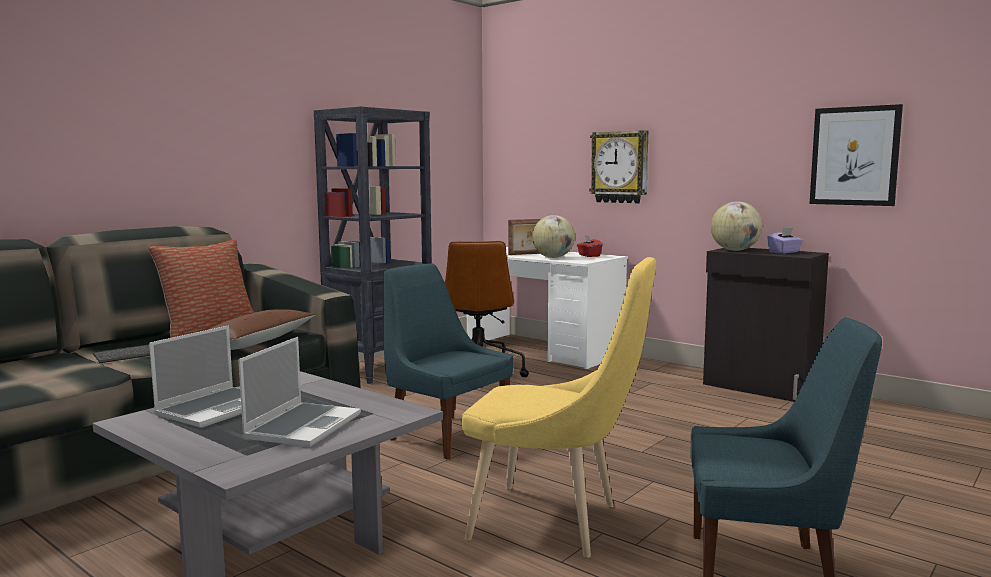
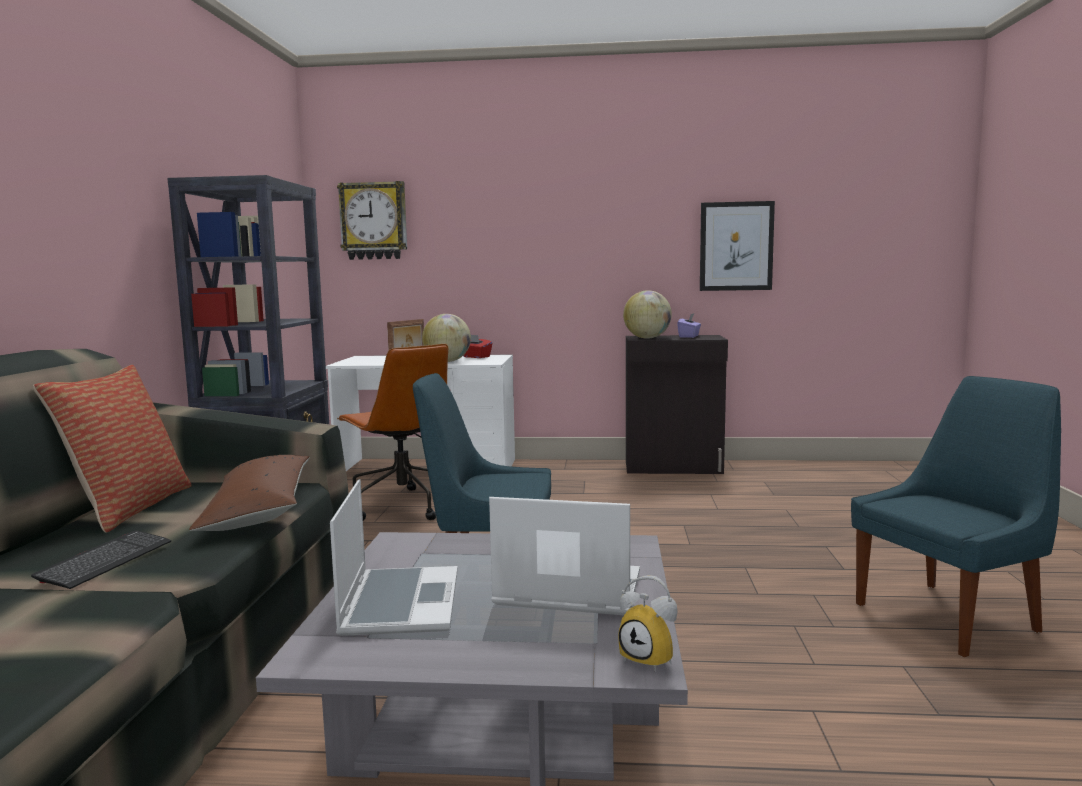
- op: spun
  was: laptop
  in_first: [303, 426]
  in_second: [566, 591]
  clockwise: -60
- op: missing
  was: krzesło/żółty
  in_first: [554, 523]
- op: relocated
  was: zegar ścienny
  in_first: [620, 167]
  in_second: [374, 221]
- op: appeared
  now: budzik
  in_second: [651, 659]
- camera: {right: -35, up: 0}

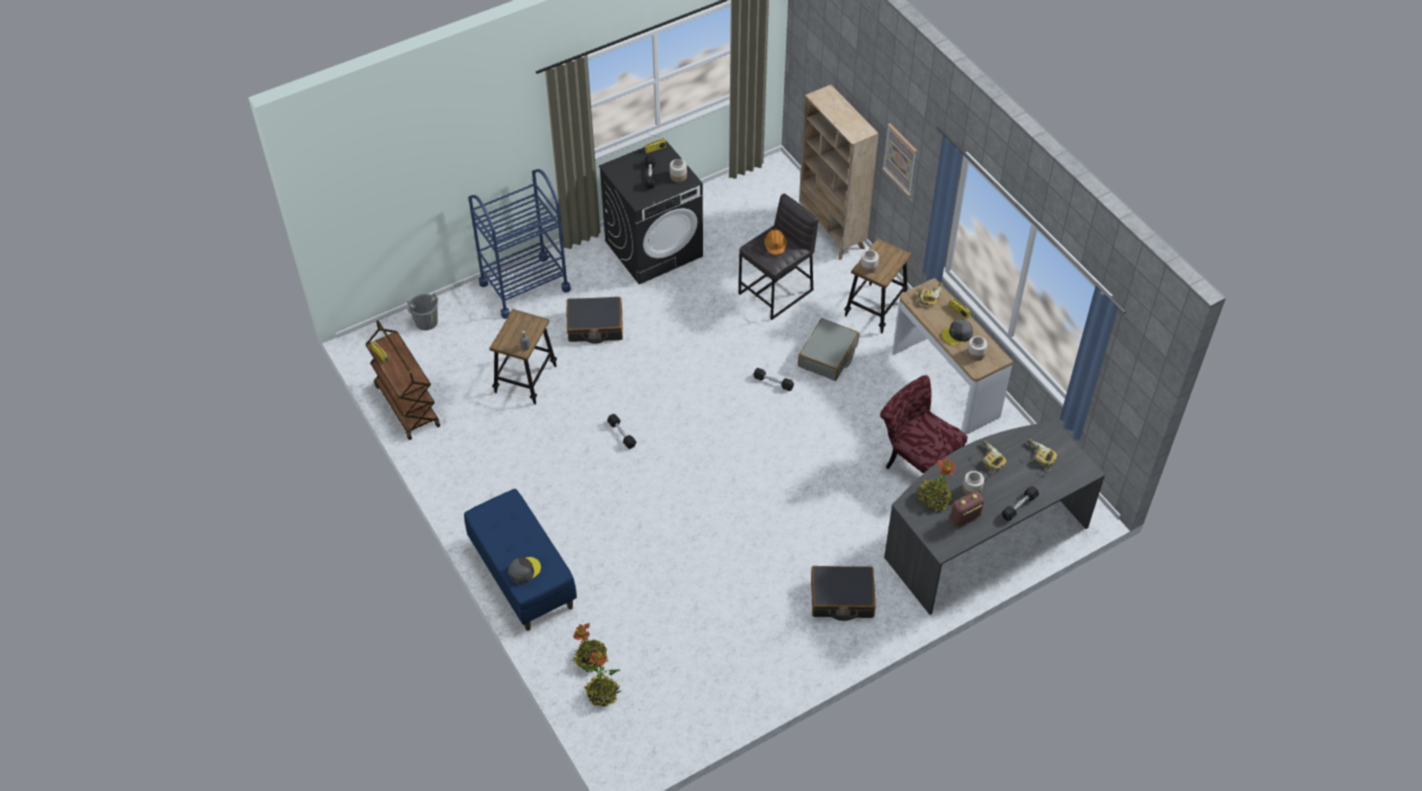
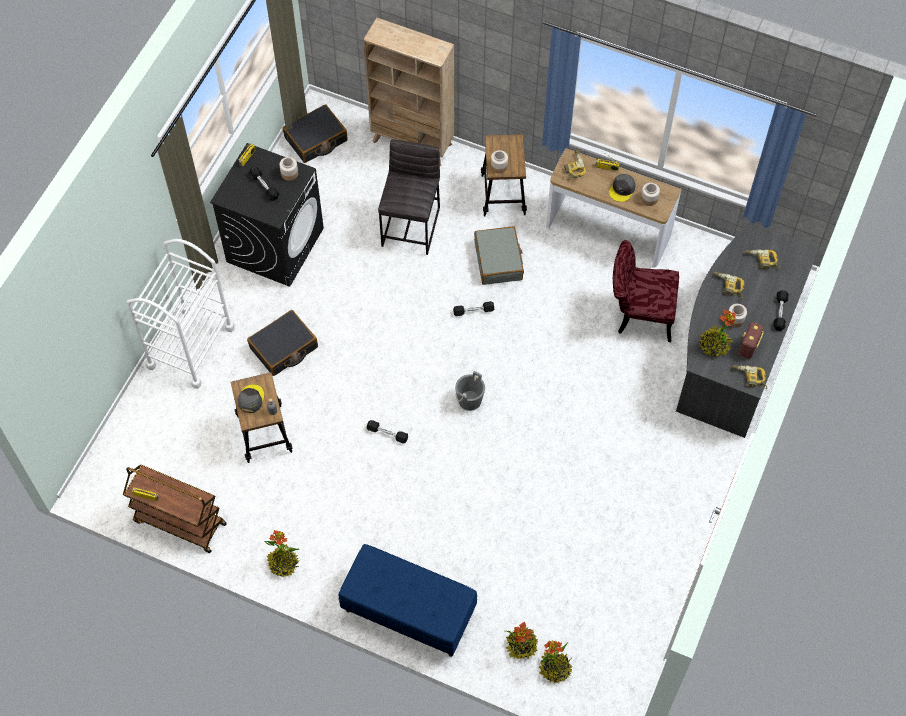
- op: relocated
  was: wiadro/szary
  in_first: [426, 322]
  in_second: [470, 400]
- op: colour
  was: wózek/niebieski
  now: wózek/biały
  in_first: [524, 286]
  in_second: [190, 347]
- op: relocated
  was: czapka z daszkiem/szary
  in_first: [524, 570]
  in_second: [251, 399]
- op: missing
  was: kask/pomarańczowy
  in_first: [775, 245]
- op: relocated
  was: walizka/czarny
  in_first: [842, 598]
  in_second: [316, 139]
- op: missing
  was: obraz
  in_first: [900, 159]
- op: appeared
  now: roślina doniczkowa
  in_second: [283, 564]
- op: appeared
  now: wiertarka
  in_second: [748, 378]
- camera: {right: -35, up: 10}

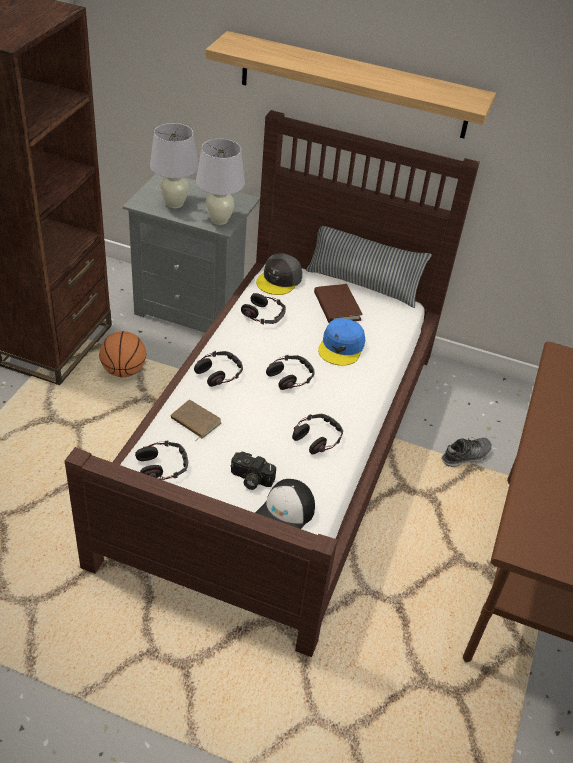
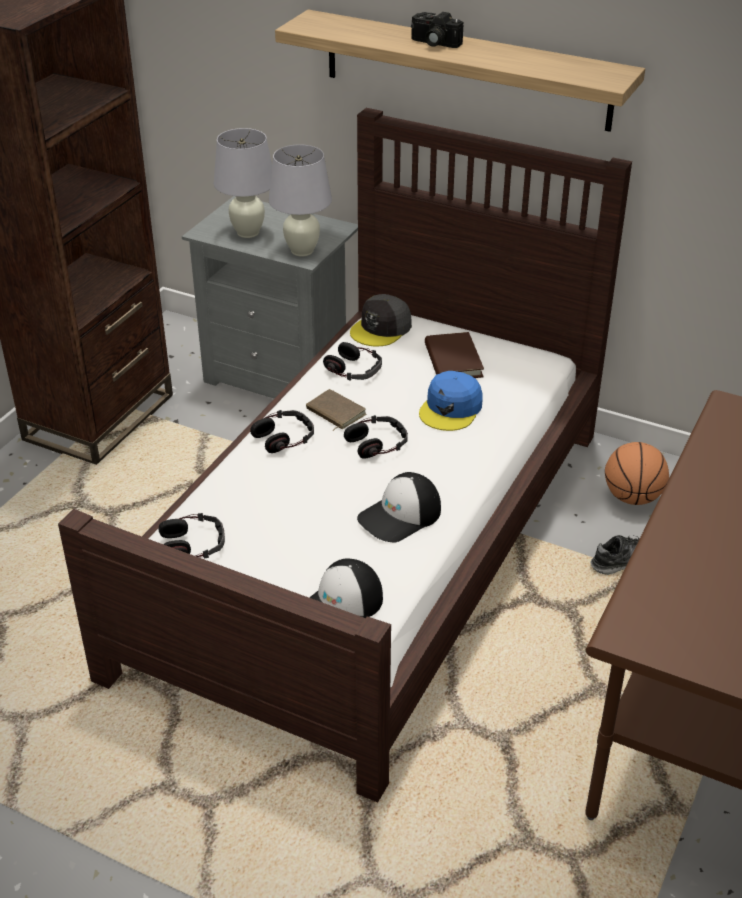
- op: relocated
  was: piłka do koszykówki
  in_first: [124, 371]
  in_second: [632, 497]
- op: relocated
  was: książka/brązowy
  in_first: [194, 422]
  in_second: [334, 413]
- op: relocated
  was: aparat fotograficzny
  in_first: [250, 479]
  in_second: [433, 43]
- op: exchanged
  was: słuchawki
  now: czapka z daszkiem
  in_first: [317, 437]
  in_second: [400, 516]
- op: missing
  was: poduszka
  in_first: [362, 284]
- camera: {right: 10, up: -5}

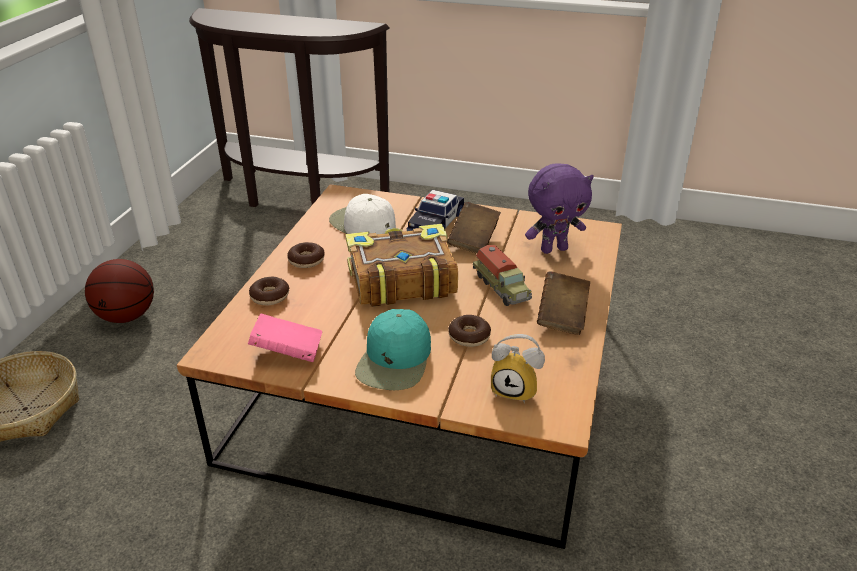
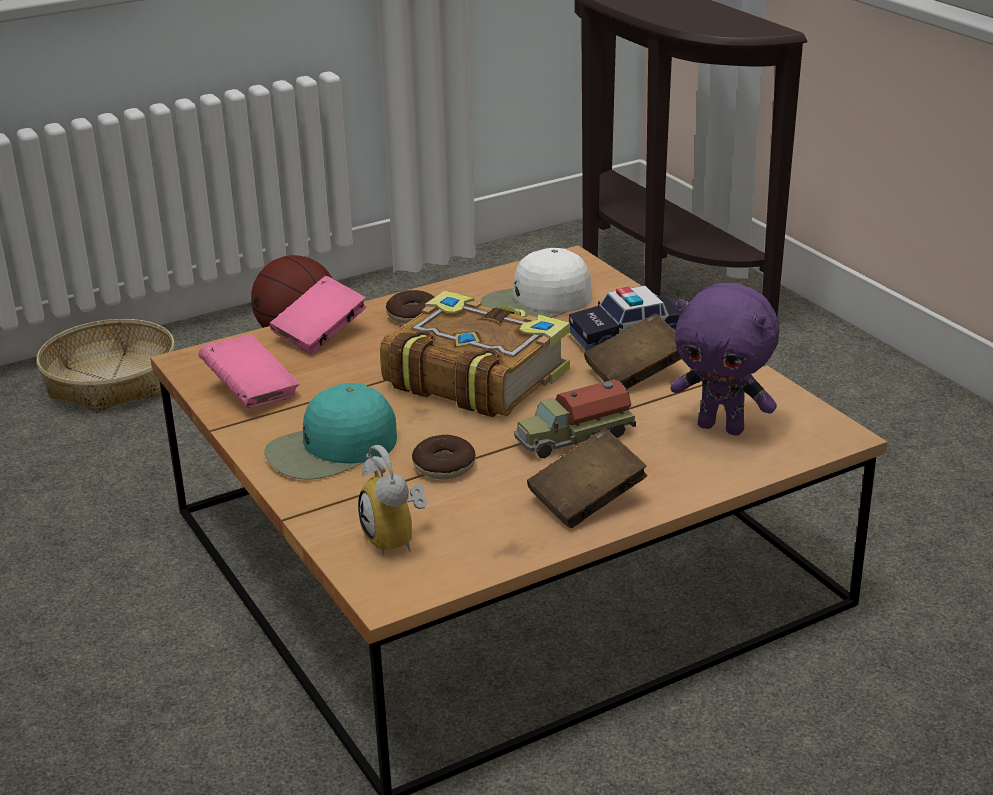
- op: exchanged
  was: donut
  now: książka/różowy
  in_first: [270, 296]
  in_second: [320, 334]
- op: spun
  was: czapka z daszkiem/biały
  in_first: [362, 224]
  in_second: [536, 302]
  clockwise: -120
- op: spun
  was: ciężarówka zabawkowa
  in_first: [502, 287]
  in_second: [573, 438]
  clockwise: 45
- camera: {right: 45, up: -5}

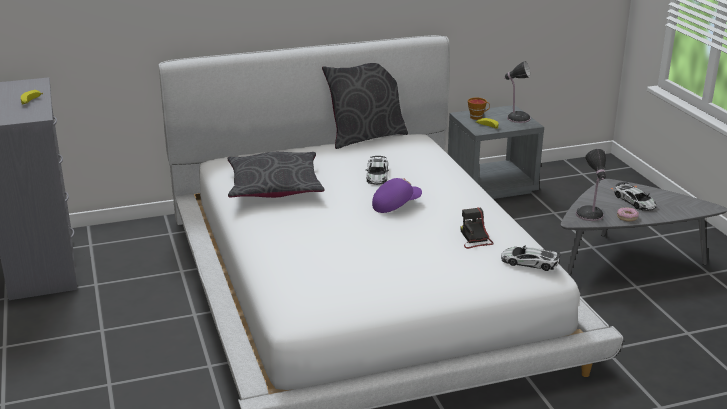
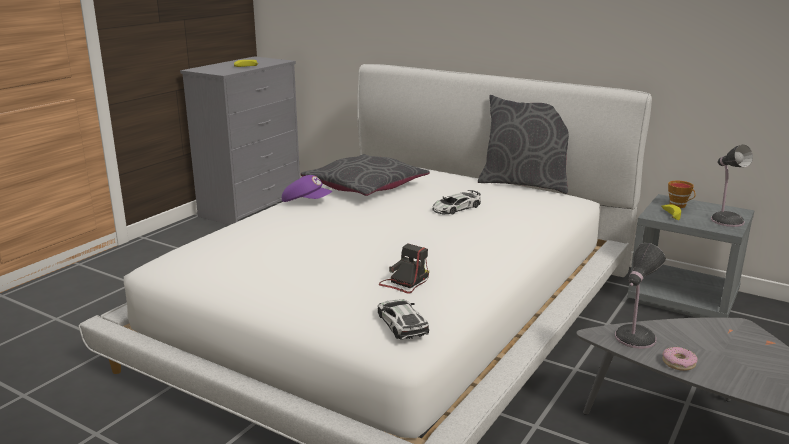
- op: relocated
  was: czapka z daszkiem/fioletowy
  in_first: [395, 205]
  in_second: [306, 202]
- op: missing
  was: samochodzik
  in_first: [635, 201]
- camera: {right: 50, up: -5}

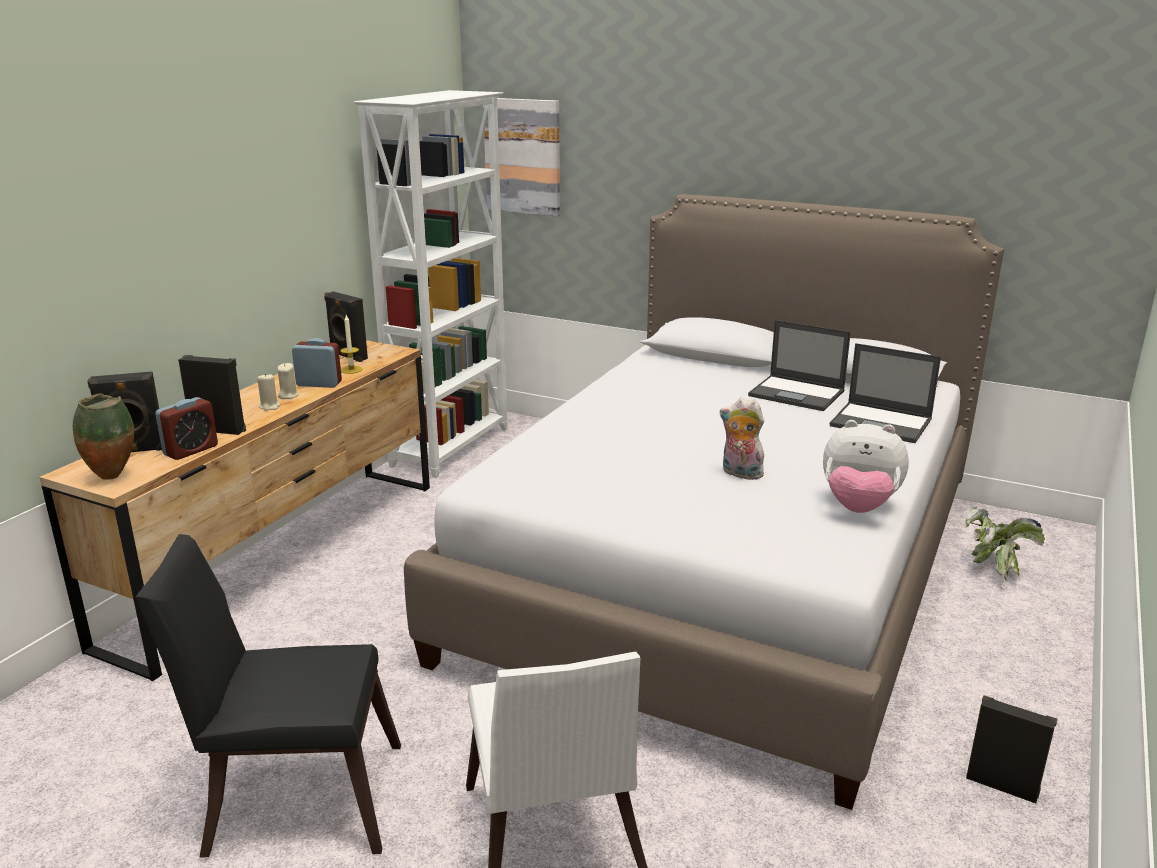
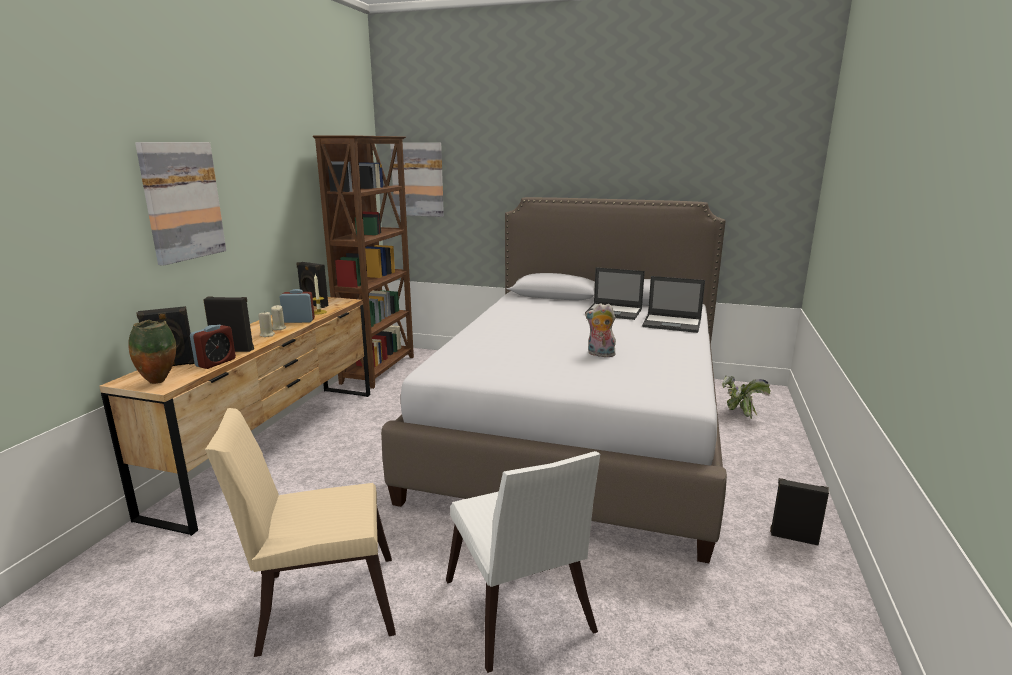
- op: colour
  was: krzesło/czarny
  now: krzesło/beżowy
  in_first: [293, 796]
  in_second: [318, 603]
- op: colour
  was: regał/biały
  now: regał/brązowy
  in_first: [452, 447]
  in_second: [379, 369]
- op: missing
  was: pluszak
  in_first: [858, 507]
- op: appeared
  now: obraz
  in_second: [182, 201]
- camera: {right: -10, up: -5}

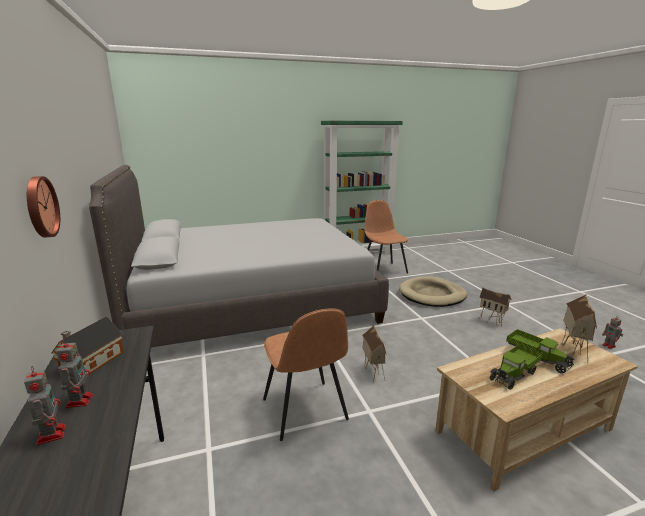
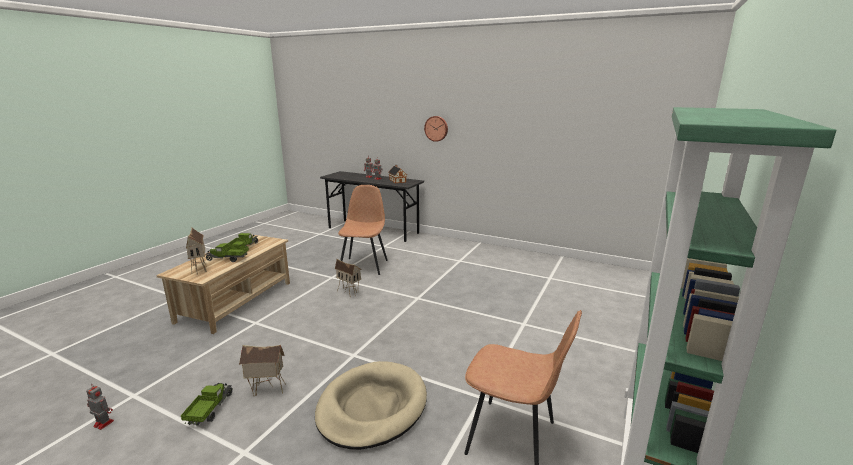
- op: missing
  was: łóżko/szary
  in_first: [252, 304]
- op: spun
  was: krzesło/brązowy
  in_first: [305, 411]
  in_second: [364, 266]
  clockwise: 75
- op: appeared
  now: ciężarówka zabawkowa
  in_second: [210, 410]
- camera: {right: 135, up: 0}

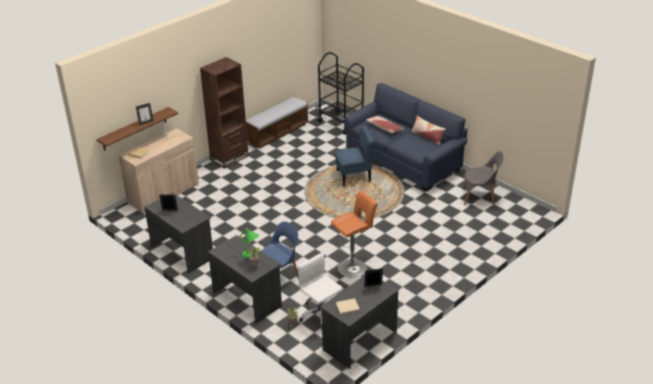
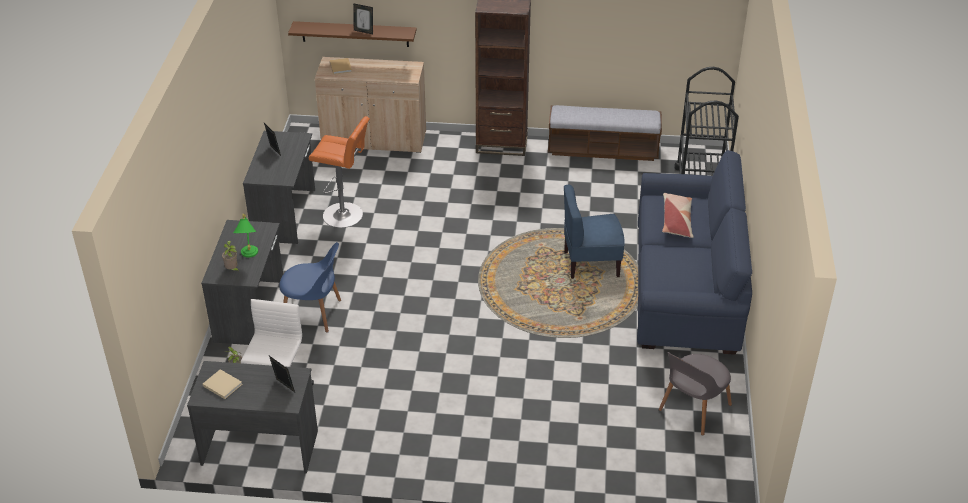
- op: relocated
  was: stołek/pomarańczowy
  in_first: [354, 267]
  in_second: [345, 215]
- op: spun
  was: krzesło/niebieski
  in_first: [353, 176]
  in_second: [591, 263]
  clockwise: 135
- op: missing
  was: poduszka
  in_first: [427, 137]
- op: spun
  was: krzesło/szary
  in_first: [480, 197]
  in_second: [693, 409]
  clockwise: 75
- camera: {right: 50, up: 5}

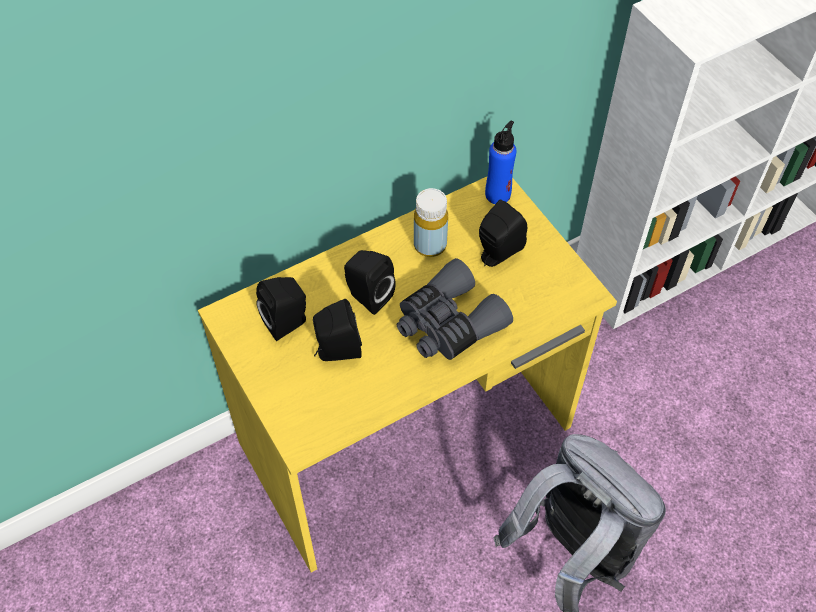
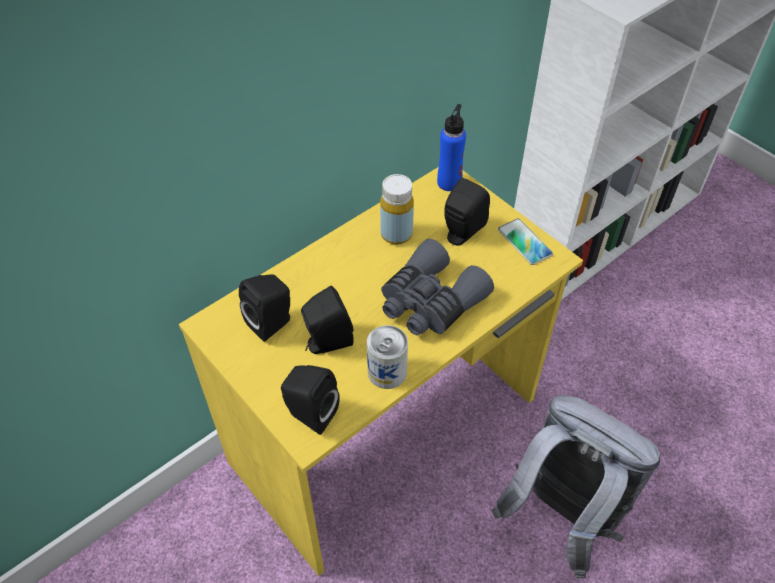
- op: relocated
  was: głośnik/czarny
  in_first: [367, 296]
  in_second: [309, 414]
- op: appeared
  now: puszka
  in_second: [387, 372]
- op: appeared
  now: telefon
  in_second: [524, 242]
- camera: {right: -10, up: -5}

